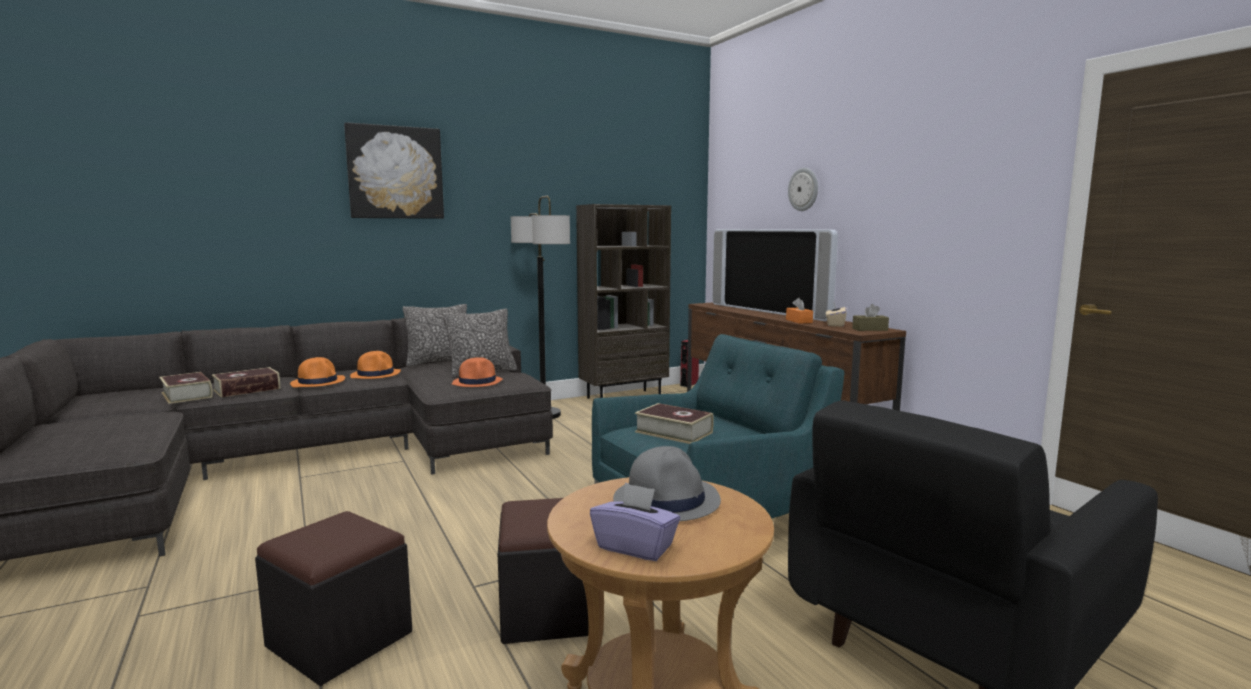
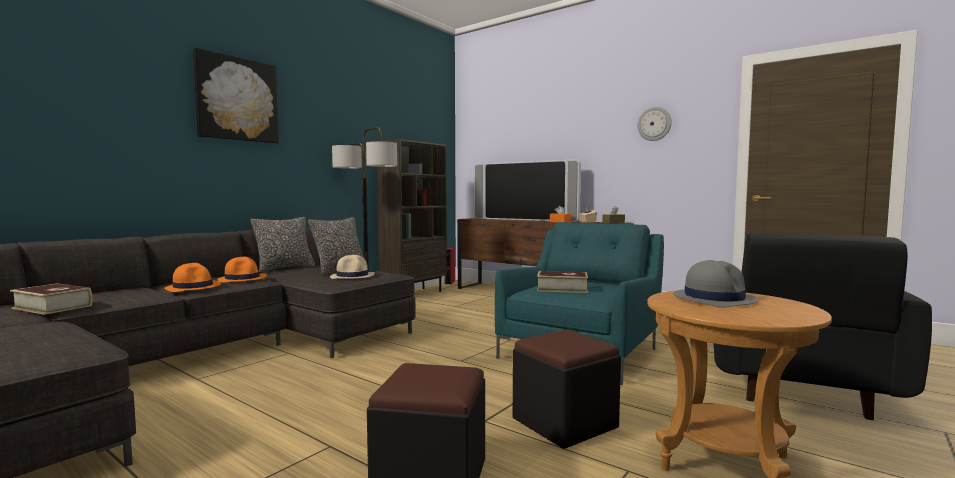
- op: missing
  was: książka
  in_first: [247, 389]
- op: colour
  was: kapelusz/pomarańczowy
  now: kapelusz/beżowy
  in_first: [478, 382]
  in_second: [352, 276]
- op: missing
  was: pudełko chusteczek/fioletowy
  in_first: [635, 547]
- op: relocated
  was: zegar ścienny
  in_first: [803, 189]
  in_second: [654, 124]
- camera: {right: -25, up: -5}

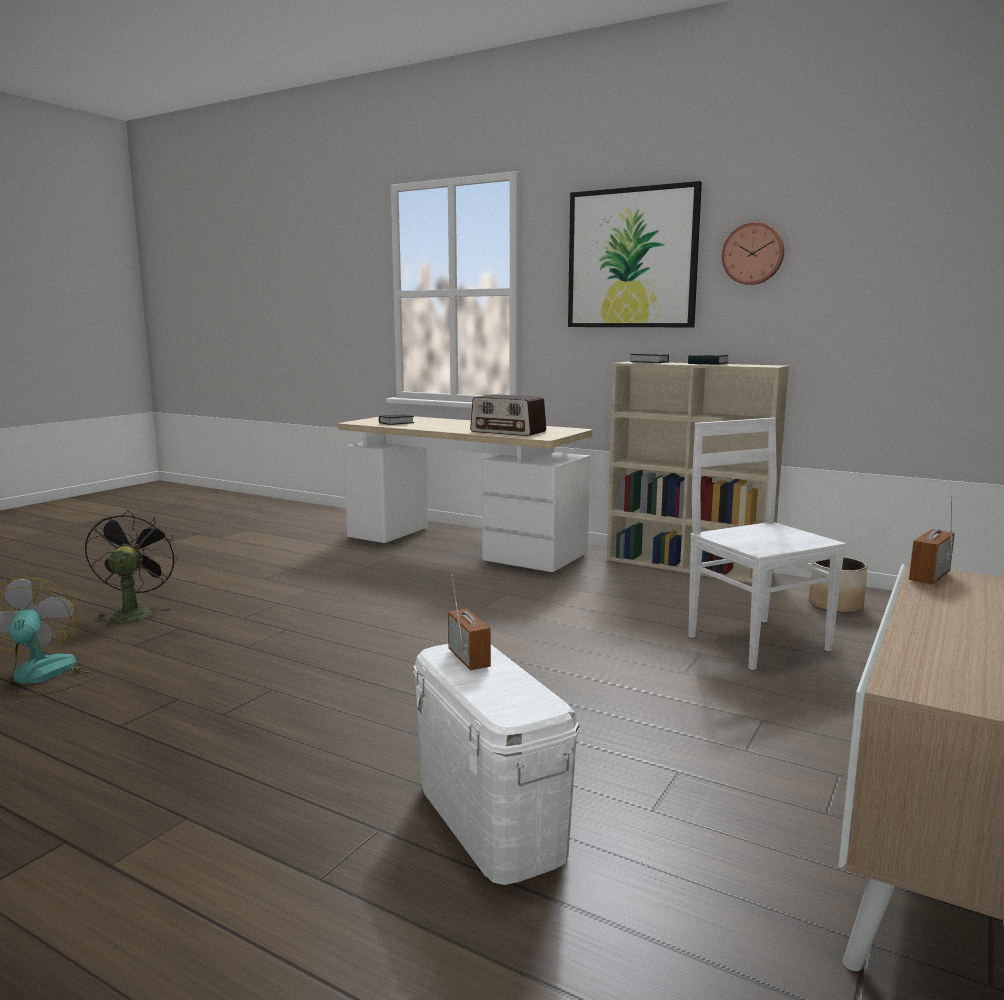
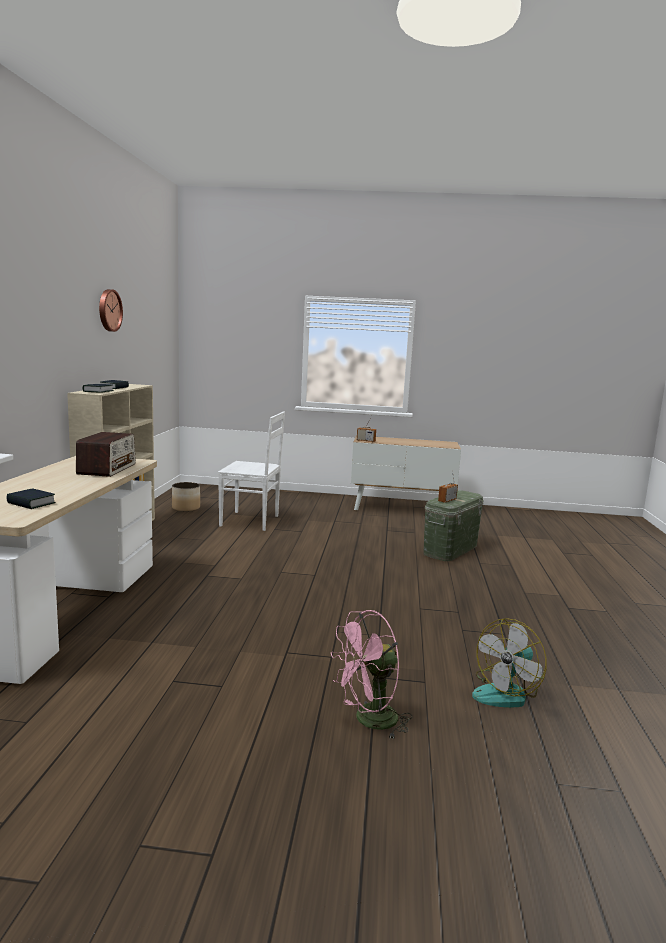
- op: colour
  was: wentylator/czarny
  now: wentylator/różowy
  in_first: [133, 612]
  in_second: [369, 721]
- op: colour
  was: pojemnik do przechowywania/biały
  now: pojemnik do przechowywania/zielony
  in_first: [489, 819]
  in_second: [450, 550]
- op: missing
  was: obraz
  in_first: [632, 258]
- op: spun
  was: krzesło/biały
  in_first: [755, 641]
  in_second: [251, 521]
  clockwise: -120
- camera: {right: -115, up: 0}

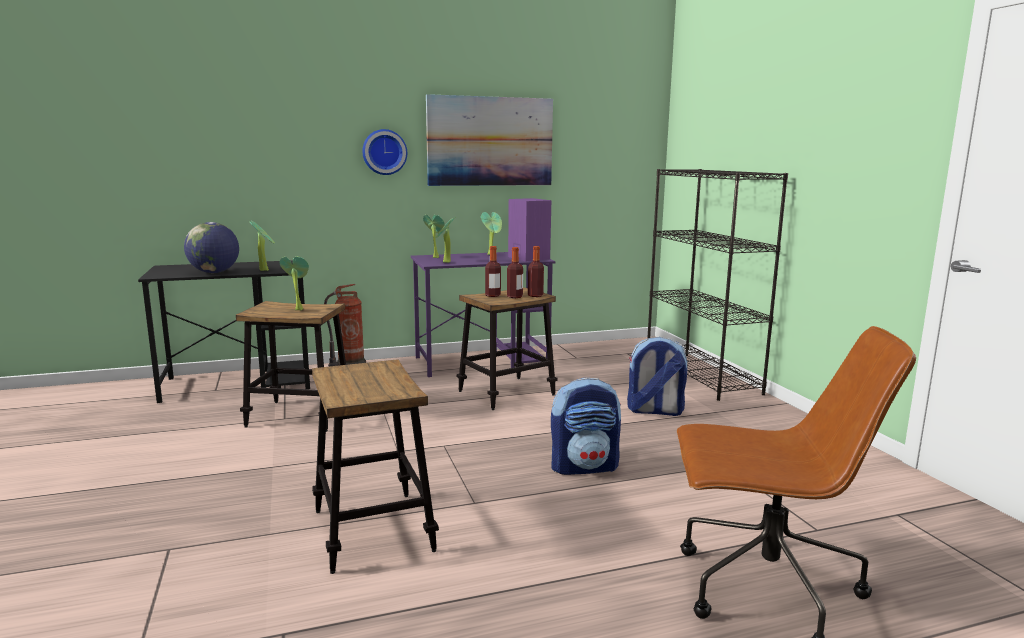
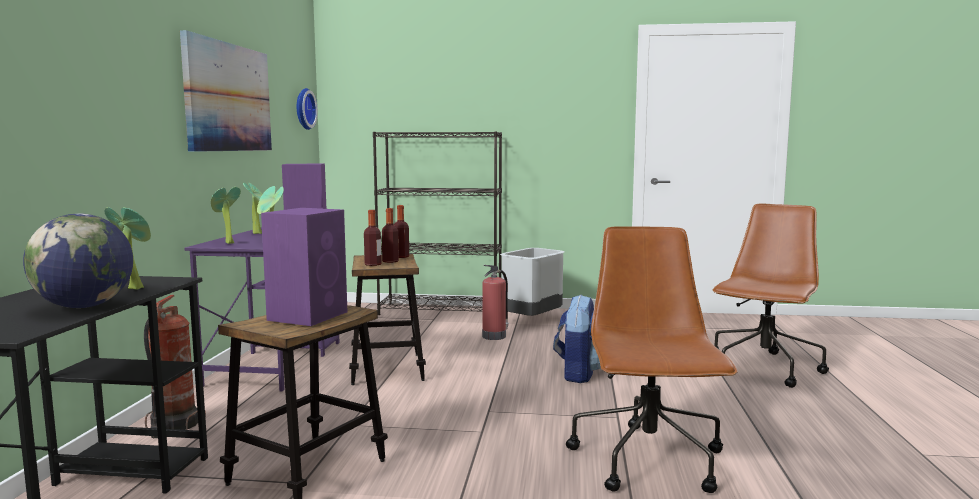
- op: exchanged
  was: roślina doniczkowa
  now: głośnik/fioletowy
  in_first: [298, 309]
  in_second: [309, 315]
- op: exchanged
  was: stołek
  now: krzesło biurowe/brązowy
  in_first: [373, 530]
  in_second: [649, 461]
- op: relocated
  was: zegar ścienny
  in_first: [384, 152]
  in_second: [303, 109]
- op: exchanged
  was: plecak
  now: gaśnica
  in_first: [654, 411]
  in_second: [495, 336]
- op: appeared
  now: kosz na śmieci/szary
  in_second: [531, 321]
- camera: {right: -65, up: -5}

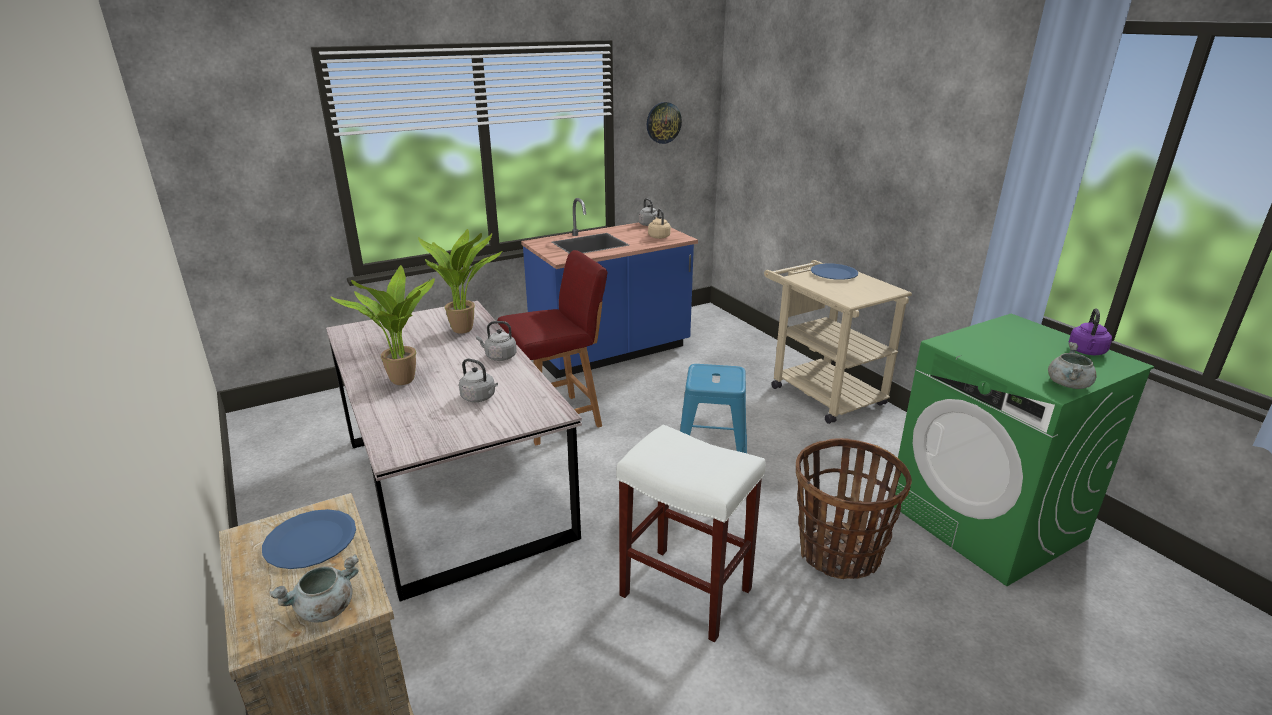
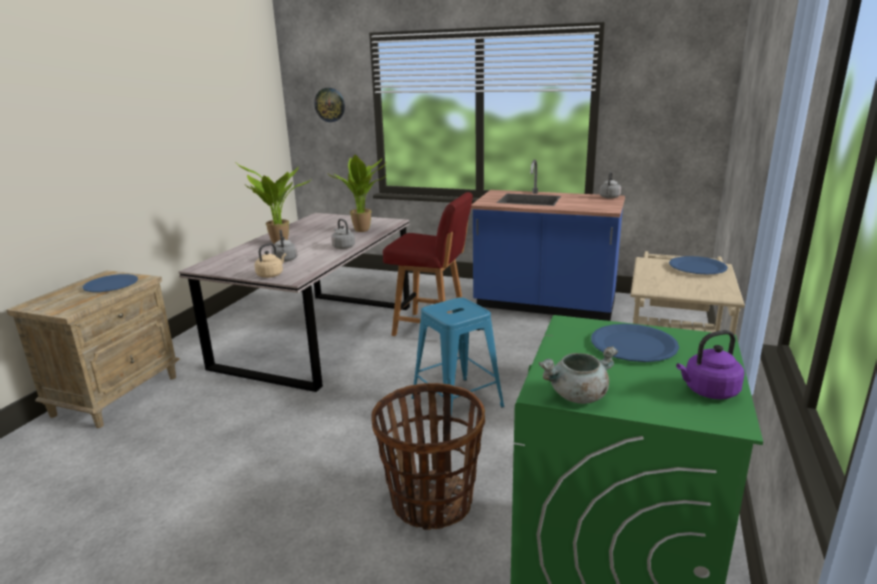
- op: missing
  was: garnek/szary
  in_first: [325, 610]
- op: missing
  was: stołek/biały
  in_first: [684, 592]
- op: relocated
  was: zegar ścienny
  in_first: [663, 122]
  in_second: [330, 105]
- op: relocated
  was: czajnik/beżowy
  in_first: [658, 236]
  in_second: [271, 275]
- op: appeared
  now: talerz/niebieski
  in_second: [633, 345]
- camera: {right: 50, up: -5}

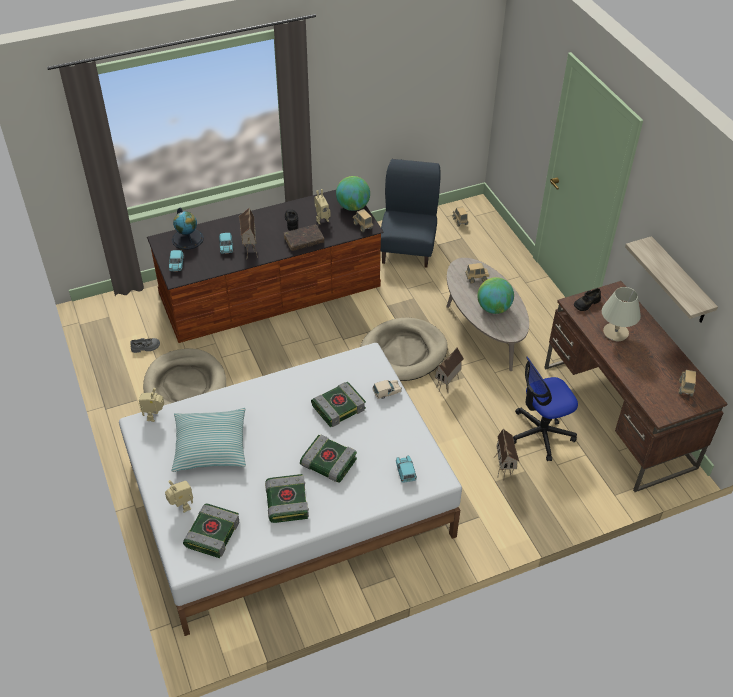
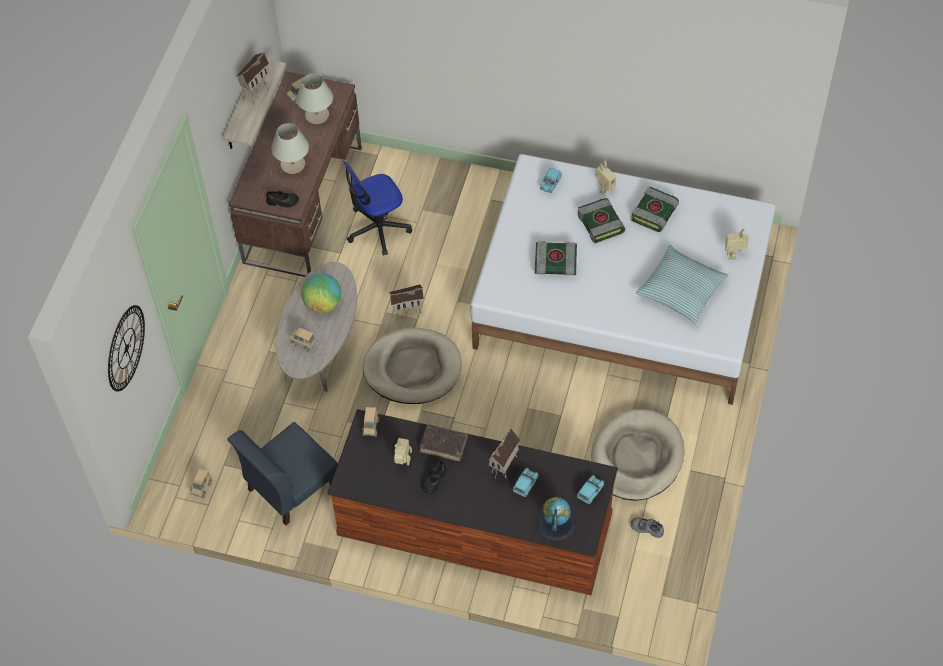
- op: relocated
  was: robot zabawkowy
  in_first: [155, 416]
  in_second: [604, 189]
- op: missing
  was: książka
  in_first: [212, 533]
- op: missing
  was: globus
  in_first: [353, 207]
- op: missing
  was: samochodzik/beżowy
  in_first: [387, 392]
- op: relocated
  was: domek
  in_first: [504, 469]
  in_second: [256, 92]
- op: spun
  was: krzesło biurowe
  in_first: [540, 433]
  in_second: [378, 228]
  clockwise: 135
- op: appeared
  now: zegar ścienny
  in_second: [126, 348]
- op: appeared
  now: lampa stołowa/beżowy
  in_second: [317, 115]
- camera: {right: -140, up: 10}

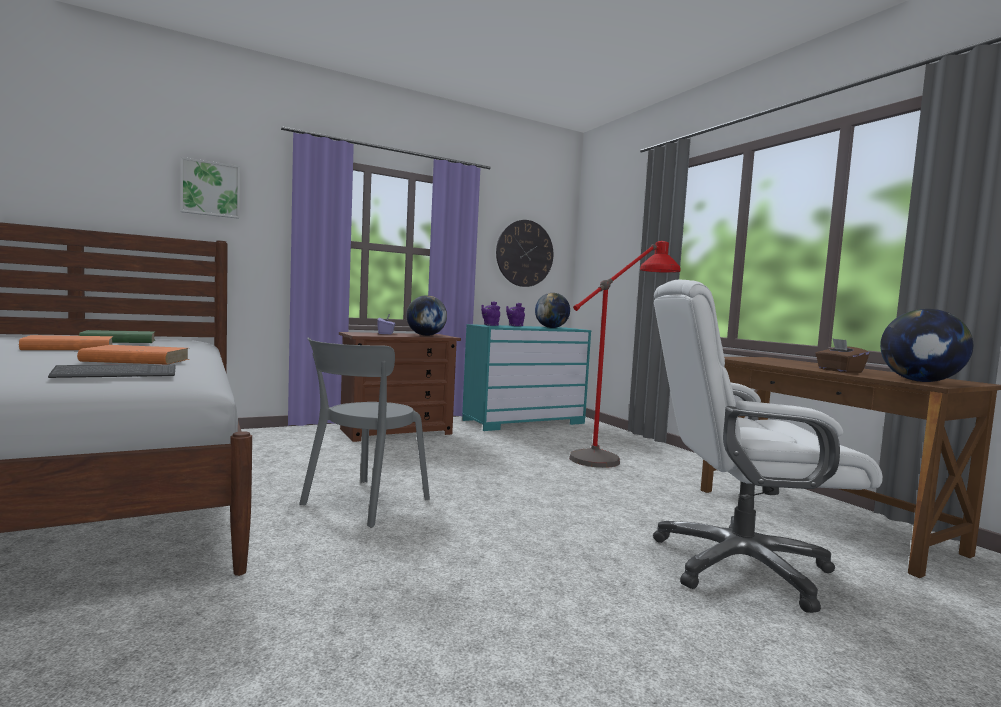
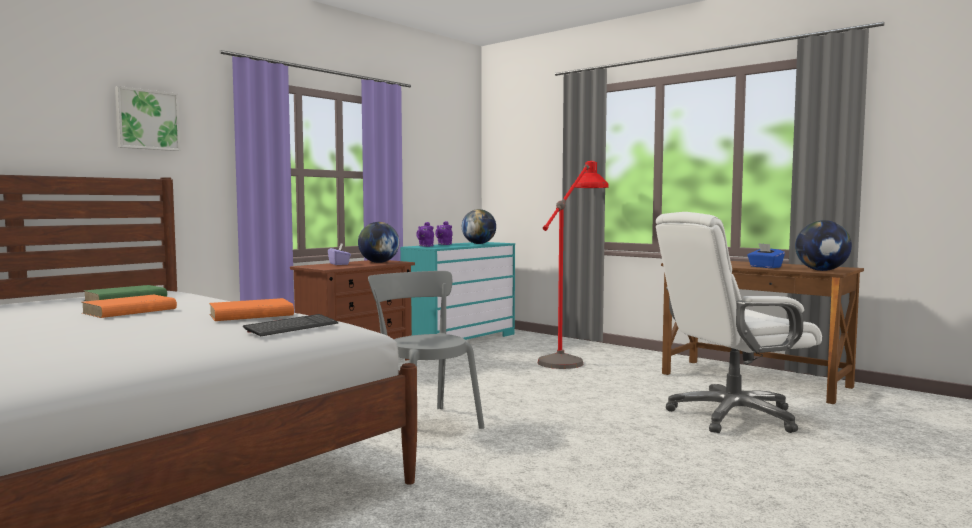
- op: spun
  was: krzesło/szary
  in_first: [362, 503]
  in_second: [423, 424]
  clockwise: 135
- op: missing
  was: zegar ścienny
  in_first: [524, 253]
- op: colour
  was: pudełko chusteczek/brązowy
  now: pudełko chusteczek/niebieski
  in_first: [839, 371]
  in_second: [765, 267]
- camera: {right: -20, up: 0}

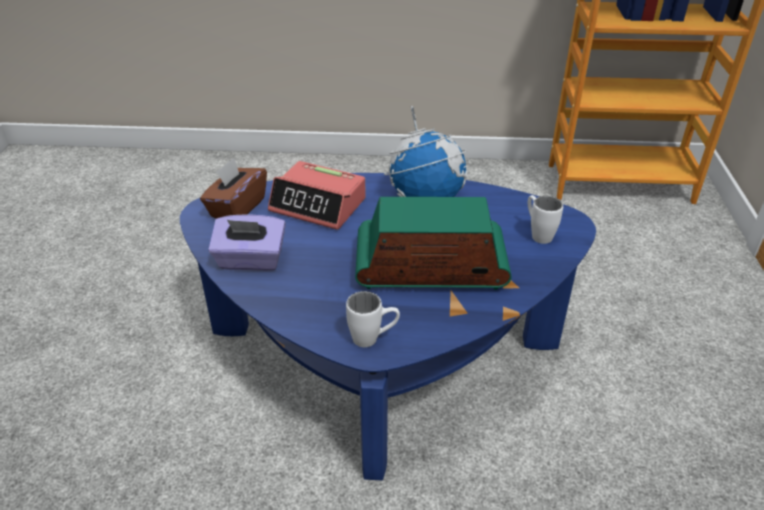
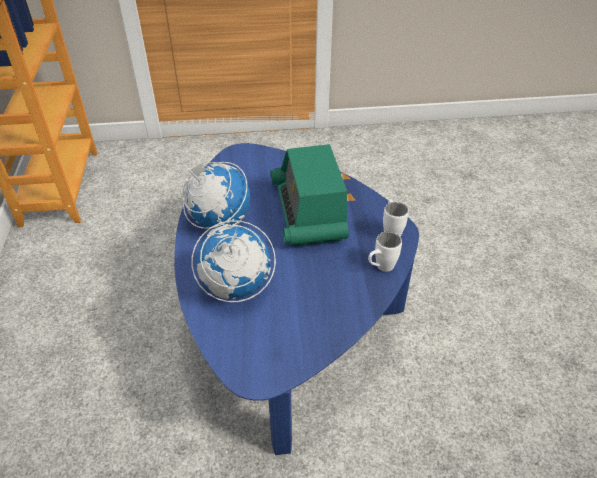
- op: missing
  was: pudełko chusteczek/brązowy
  in_first: [237, 208]
- op: missing
  was: pudełko chusteczek/fioletowy
  in_first: [250, 260]
- op: exchanged
  was: budzik
  now: globus
  in_first: [318, 205]
  in_second: [235, 287]
- op: relocated
  was: kubek/biały
  in_first: [537, 234]
  in_second: [380, 268]
- camera: {right: -100, up: 5}

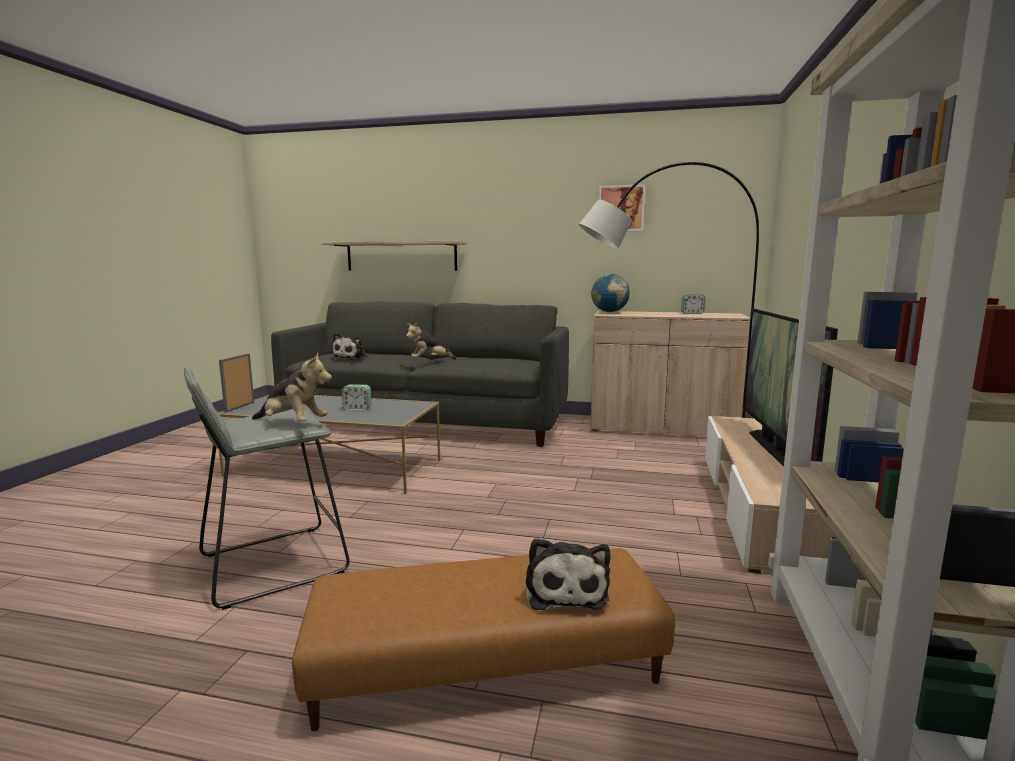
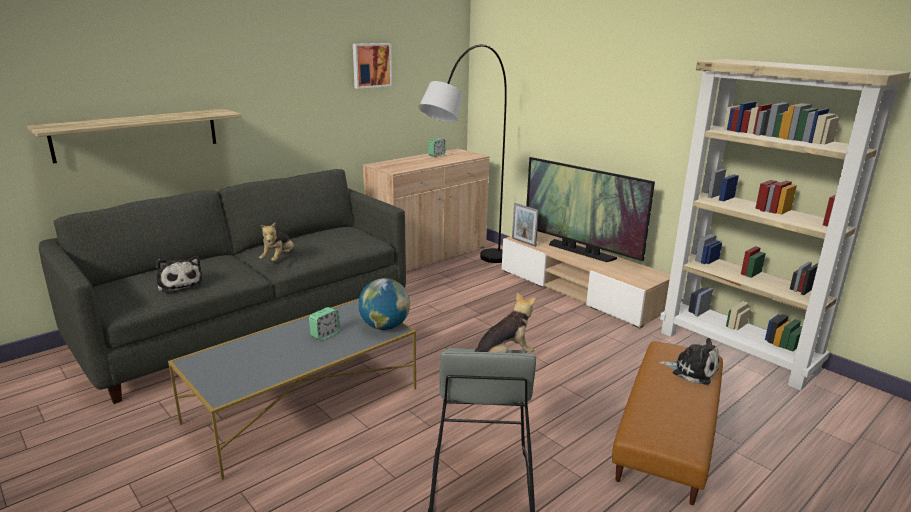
- op: relocated
  was: ramka na zdjęcie
  in_first: [239, 407]
  in_second: [523, 242]
- op: relocated
  was: globus
  in_first: [609, 312]
  in_second: [385, 326]
- camera: {right: -55, up: 10}

